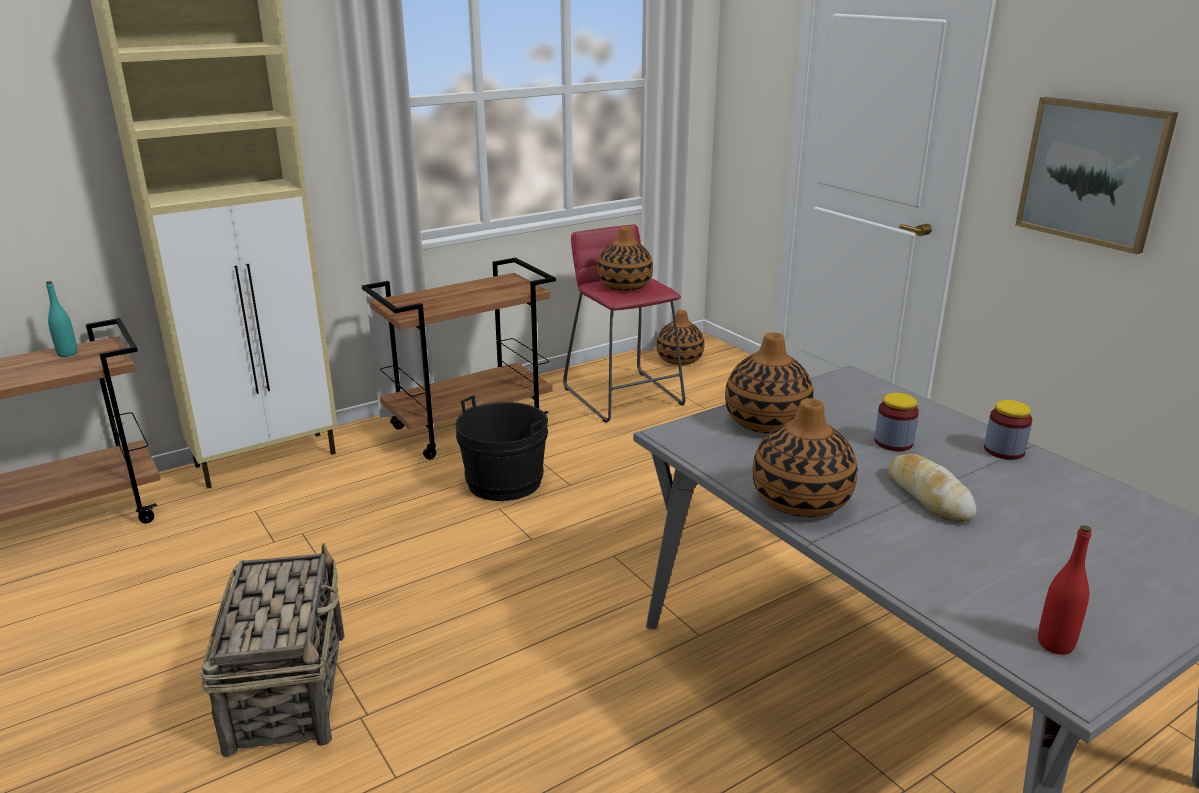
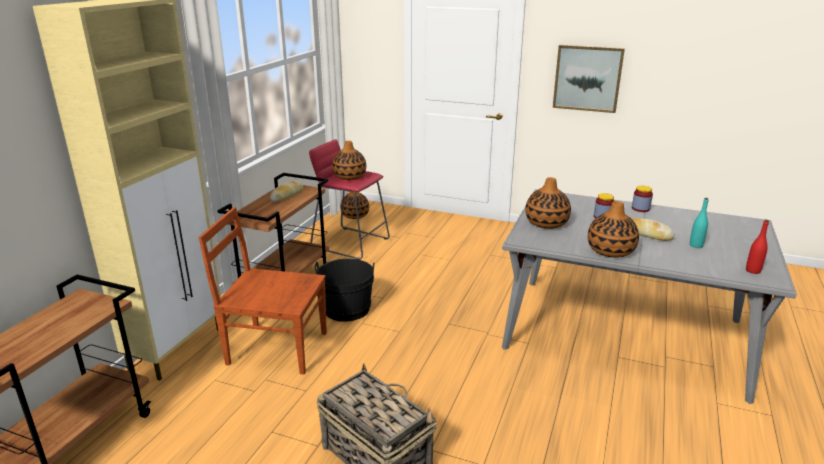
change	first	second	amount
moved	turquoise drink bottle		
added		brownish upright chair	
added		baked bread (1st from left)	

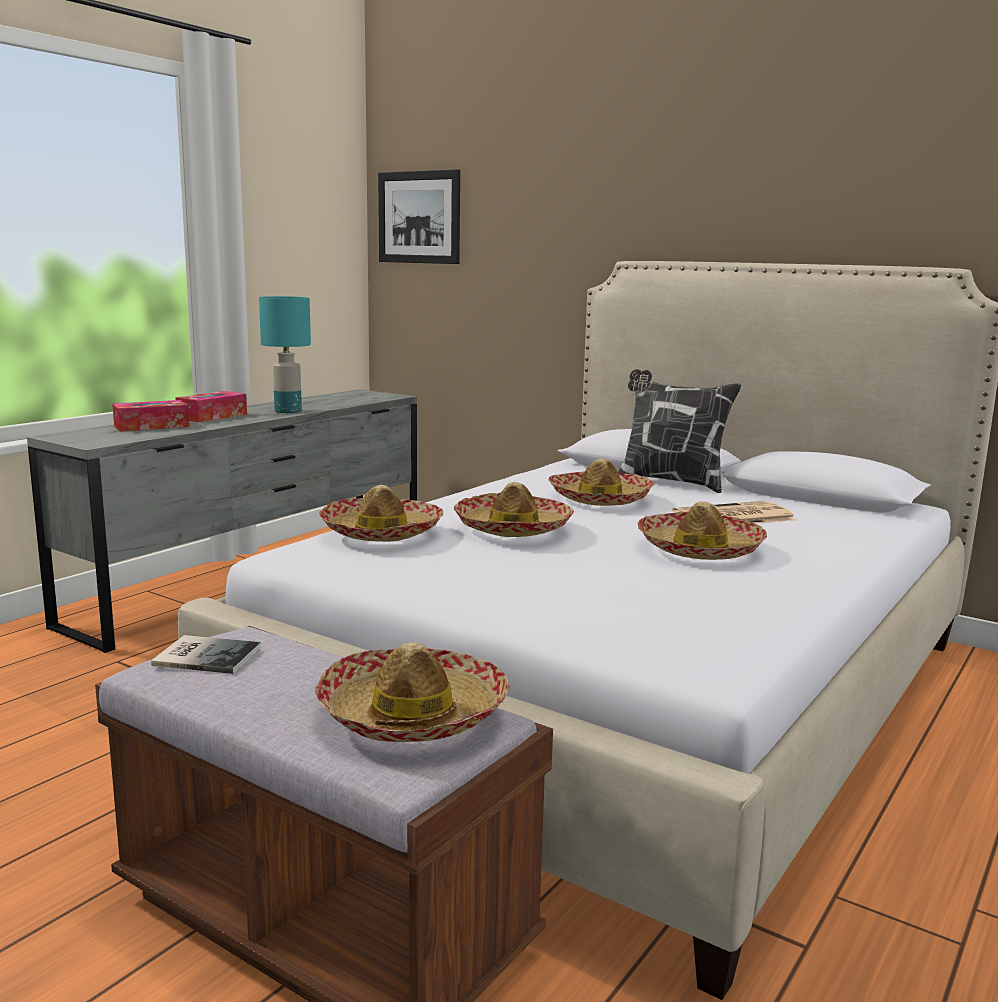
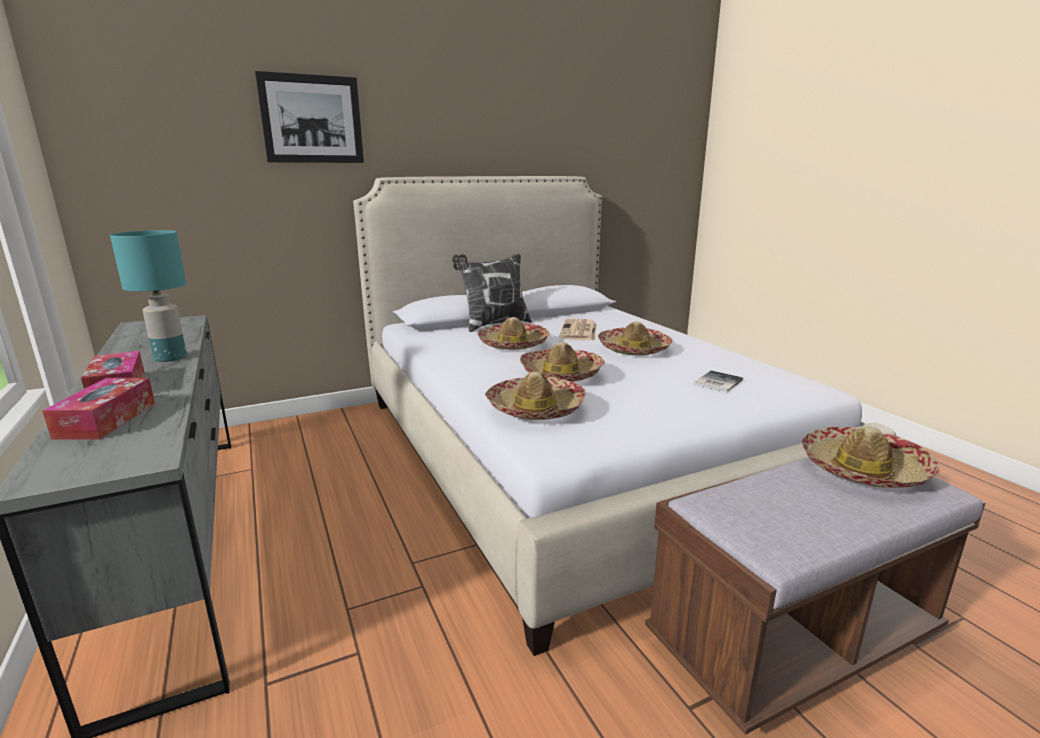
change	first	second	amount
moved	book		
moved	wall art		

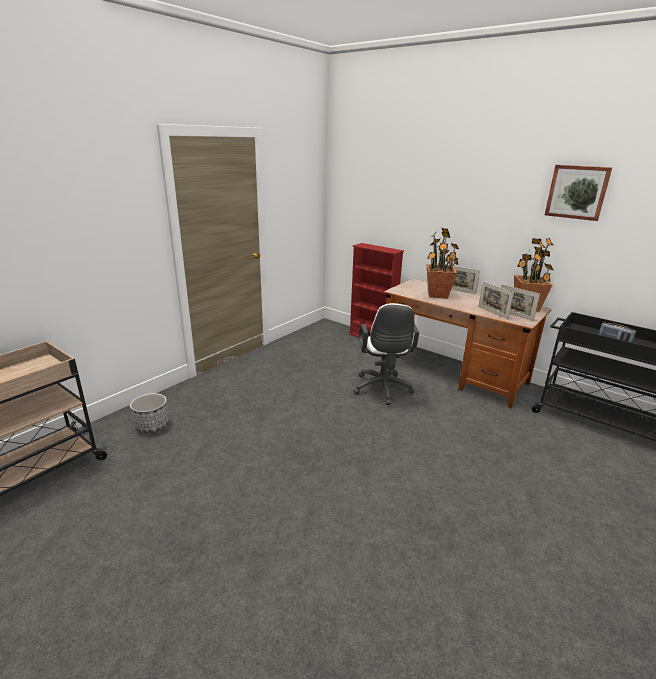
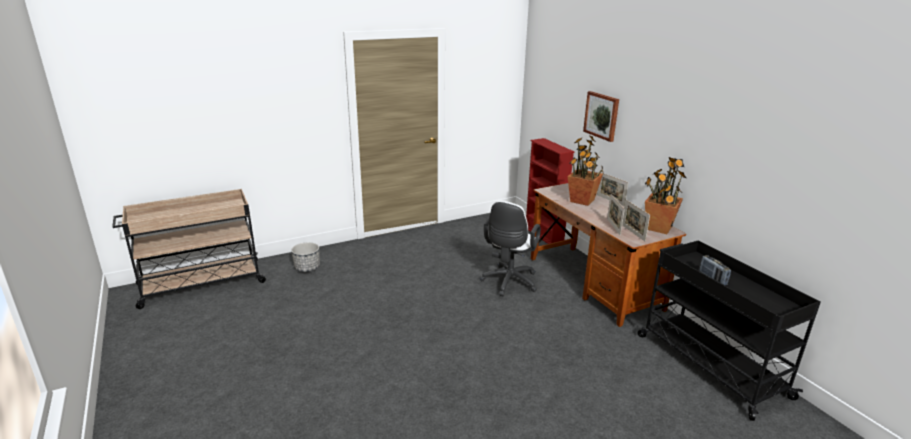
change	first	second	amount
moved	wall art		

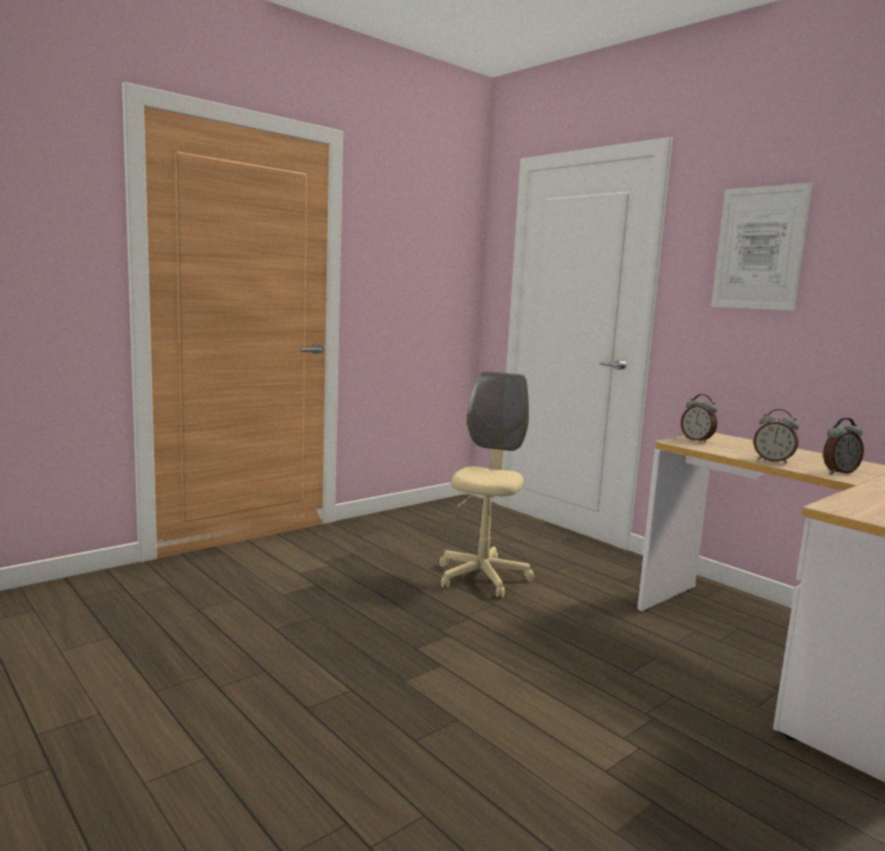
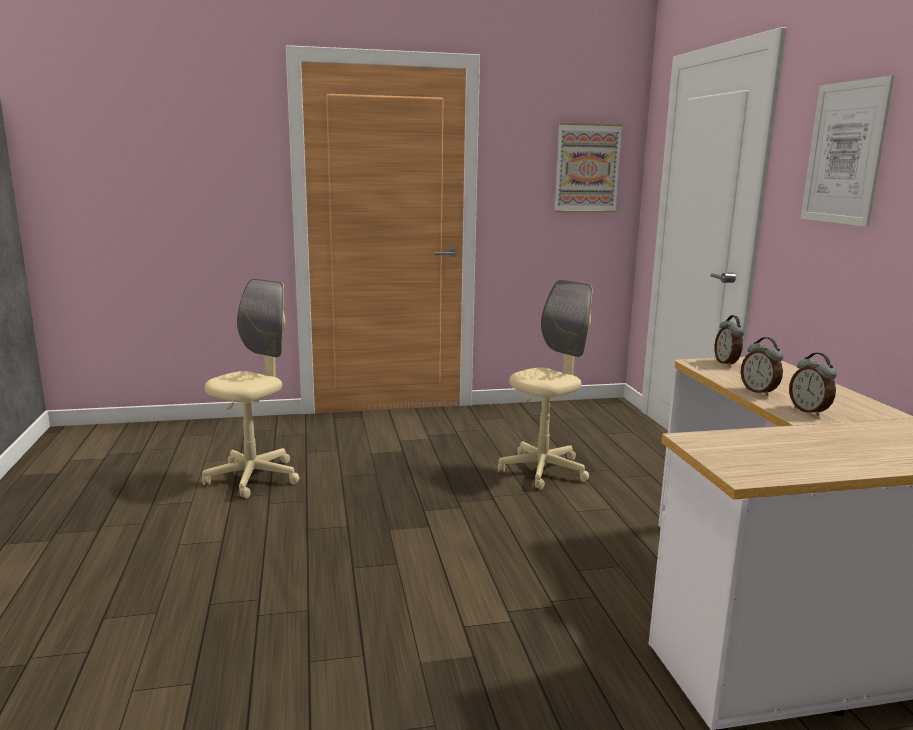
change	first	second	amount
turned	alarm clock (3rd from left)		60 degrees clockwise
added		beige-coloured office chair (1st from left)	
added		wall art (1st from left)	

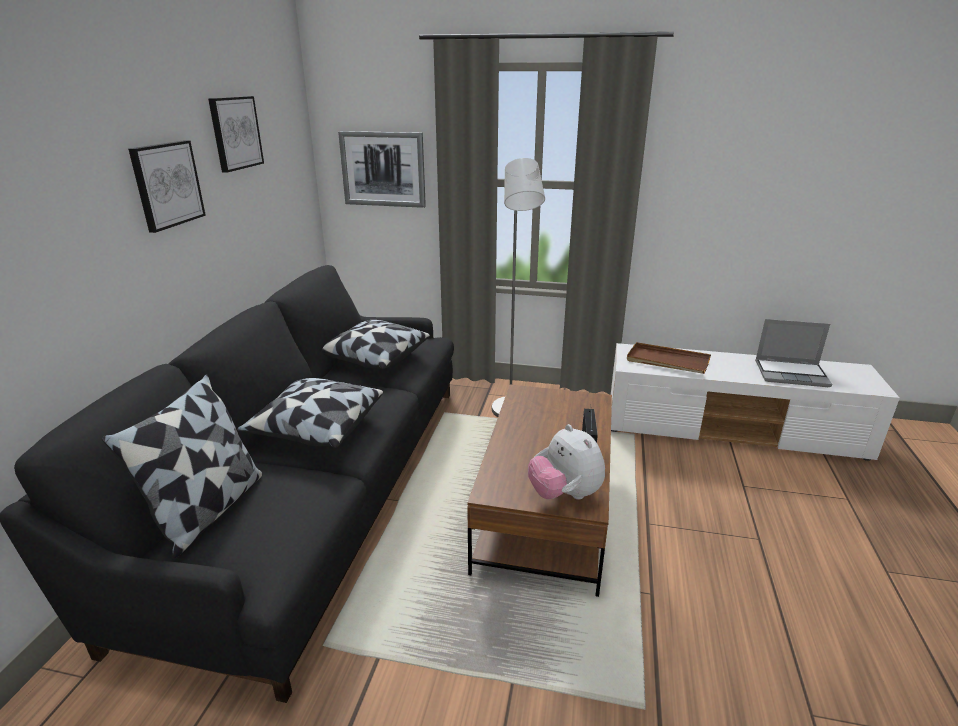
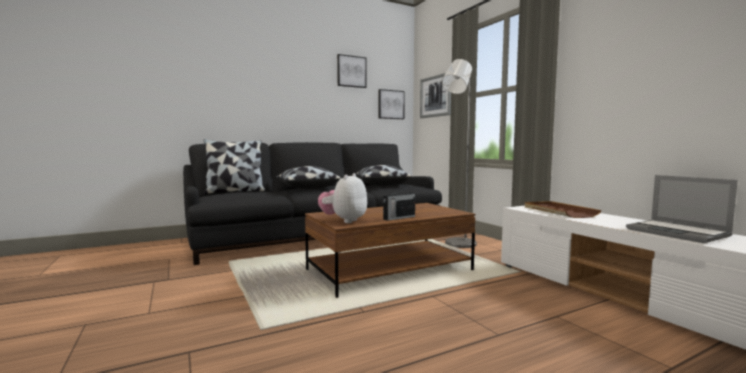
change	first	second	amount
moved	wall art (1st from left in the first image)	wall art (2nd from left)	

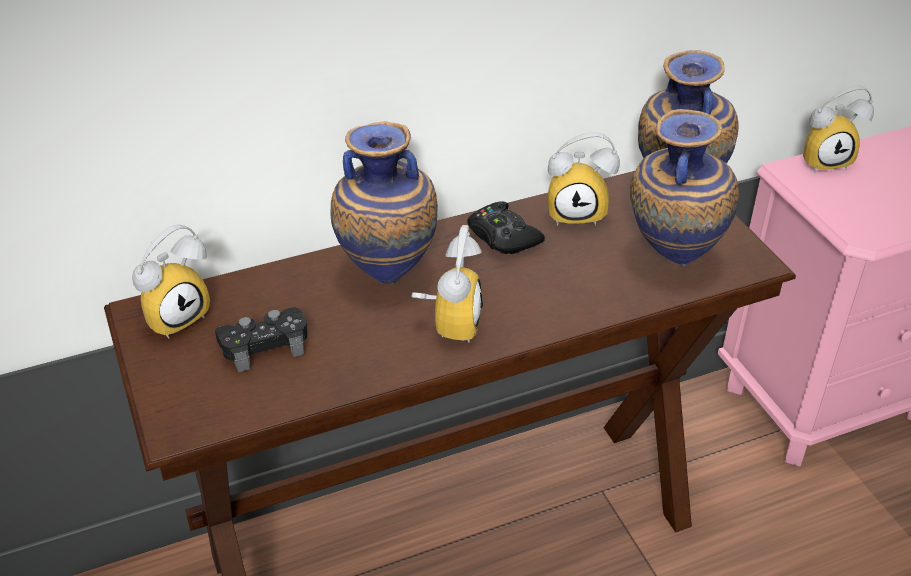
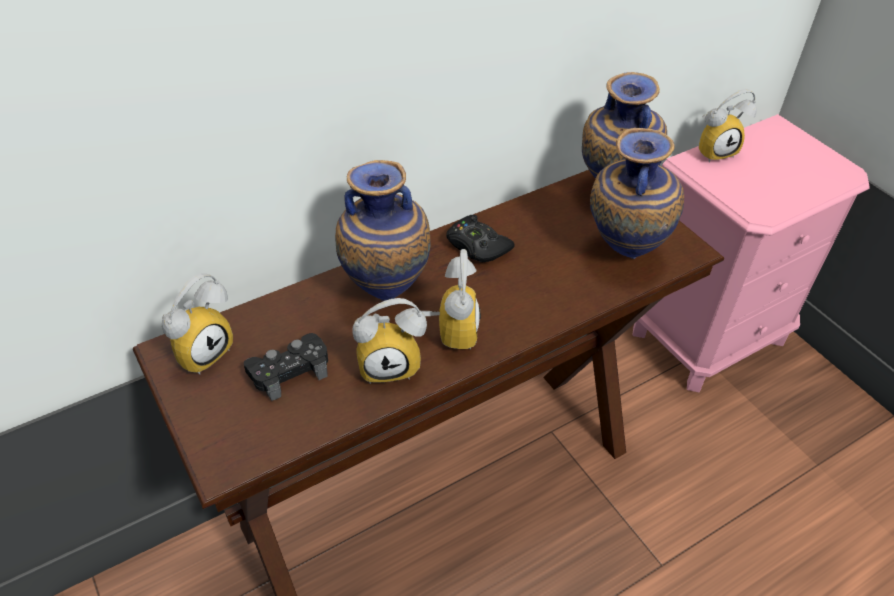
change	first	second	amount
moved	alarm clock (3rd from left in the first image)	alarm clock (2nd from left)	

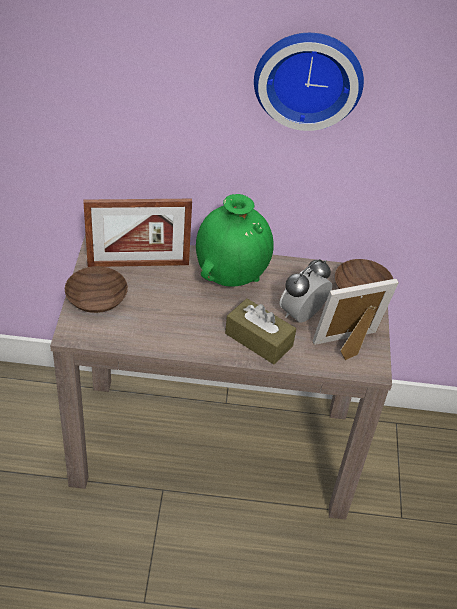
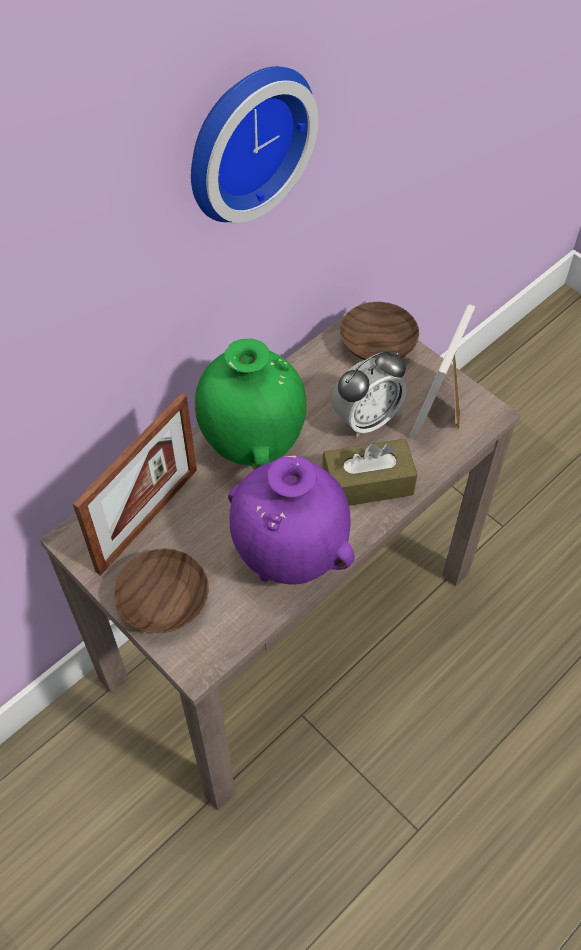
change	first	second	amount
turned	alarm clock		120 degrees counterclockwise
added		purple vase	

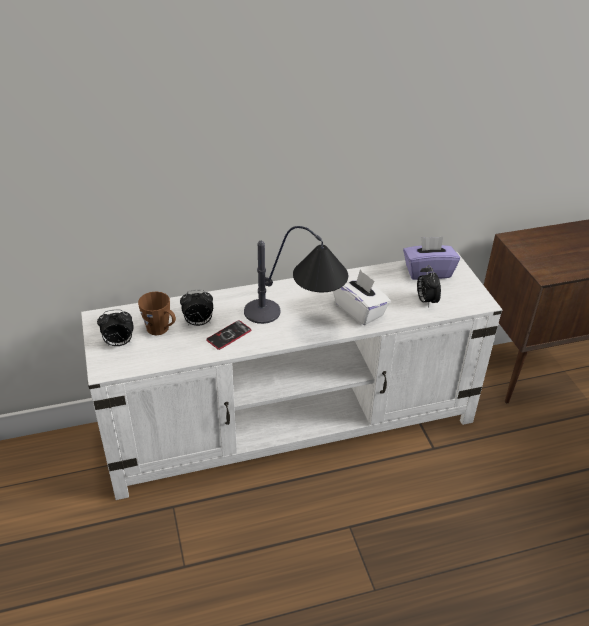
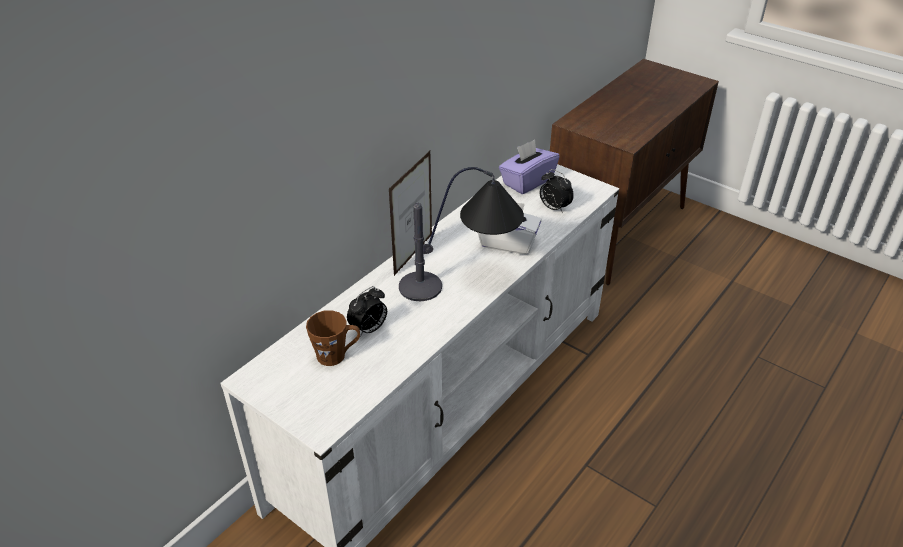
change	first	second	amount
removed	alarm clock (1st from left)		
removed	phone		
added		picture frame	

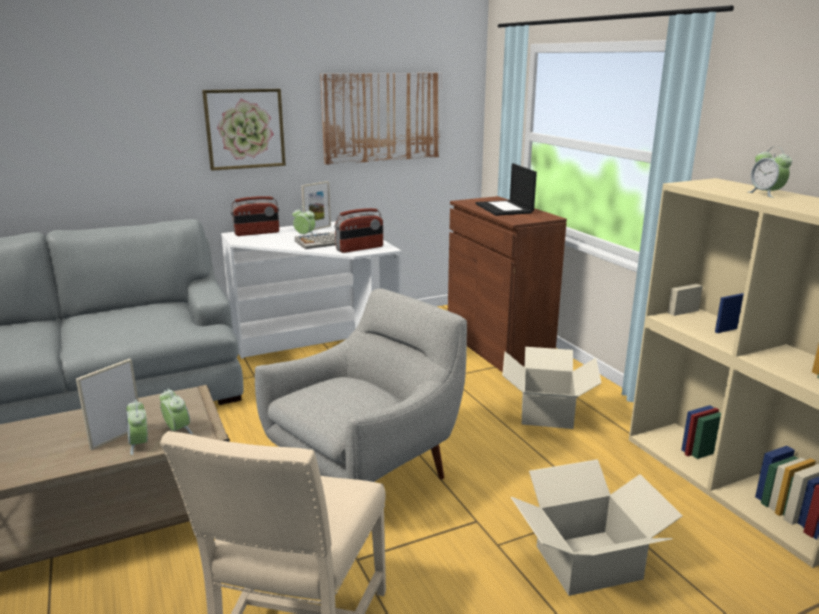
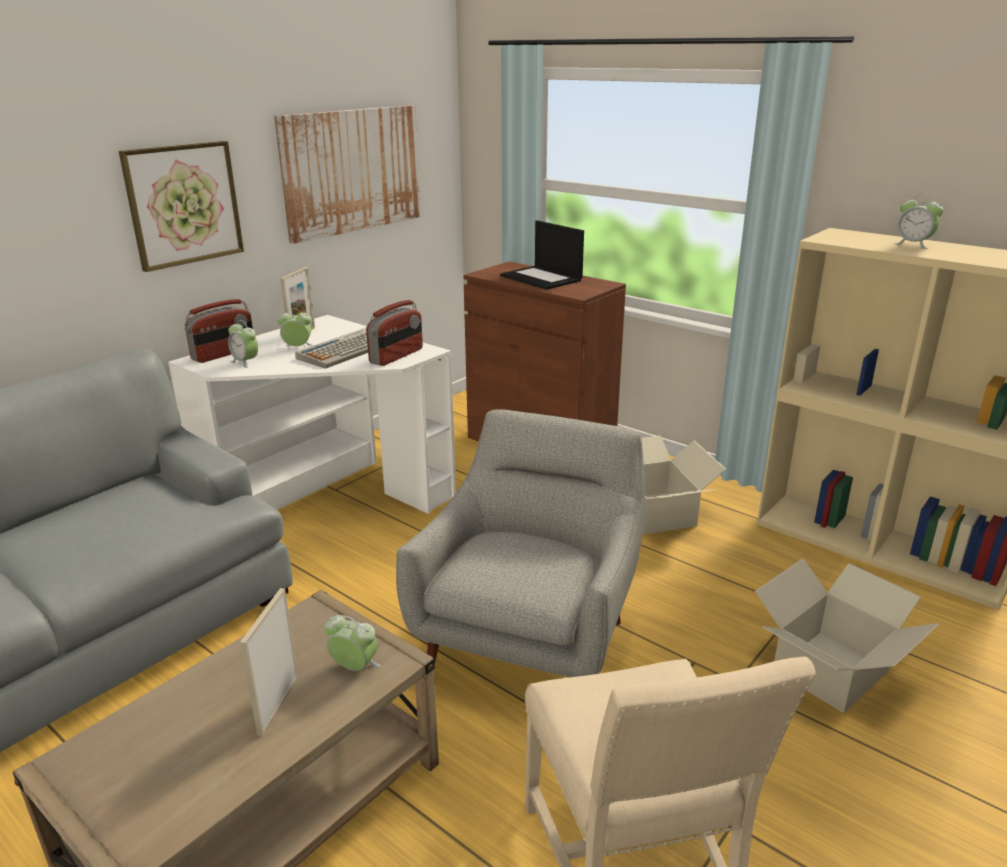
change	first	second	amount
moved	alarm clock (1st from left)		

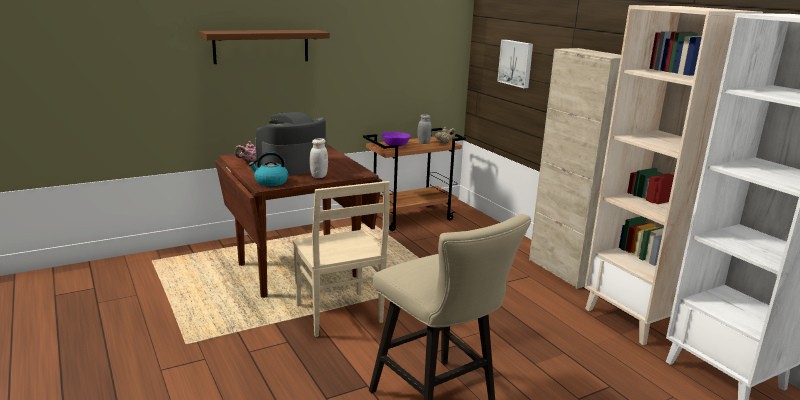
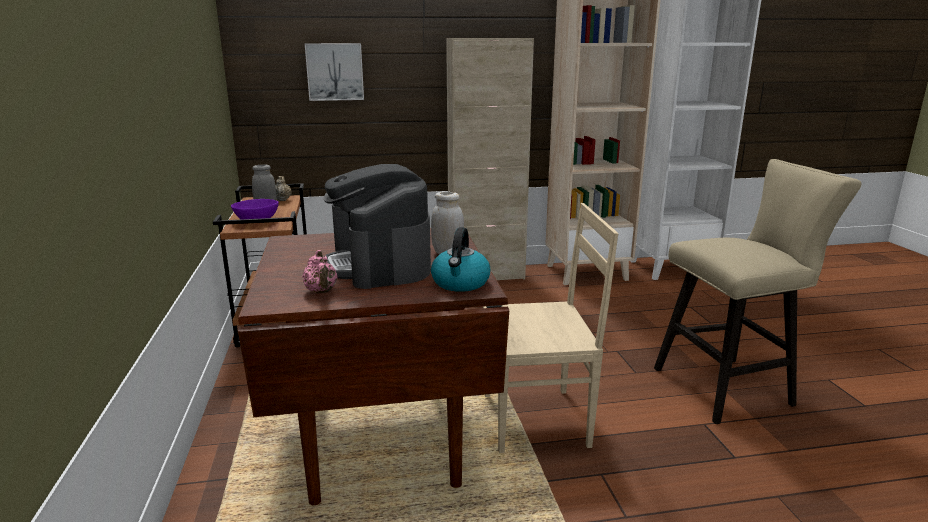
change	first	second	amount
removed	brownish bracket shelf		

